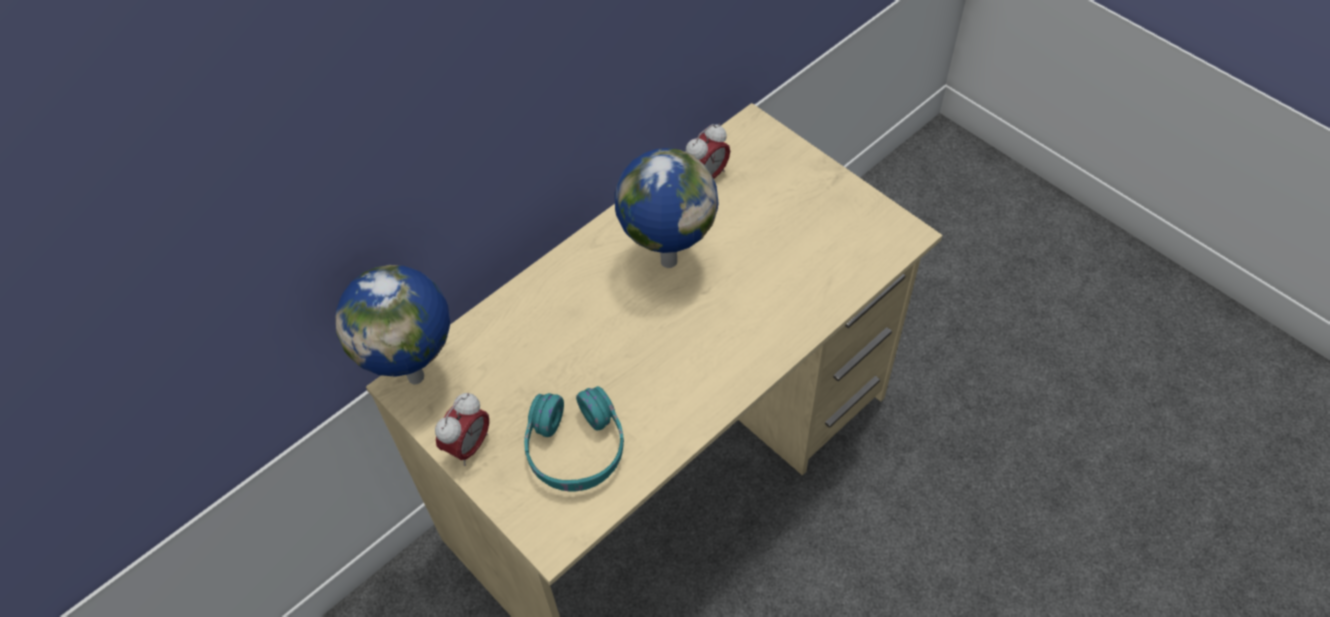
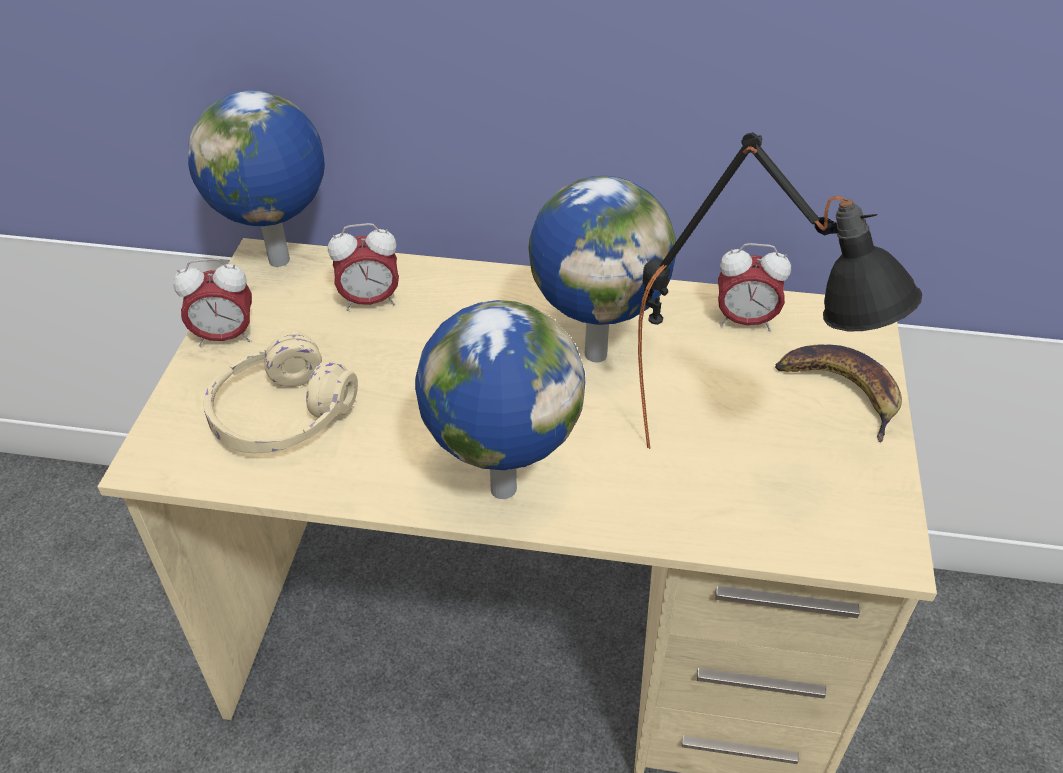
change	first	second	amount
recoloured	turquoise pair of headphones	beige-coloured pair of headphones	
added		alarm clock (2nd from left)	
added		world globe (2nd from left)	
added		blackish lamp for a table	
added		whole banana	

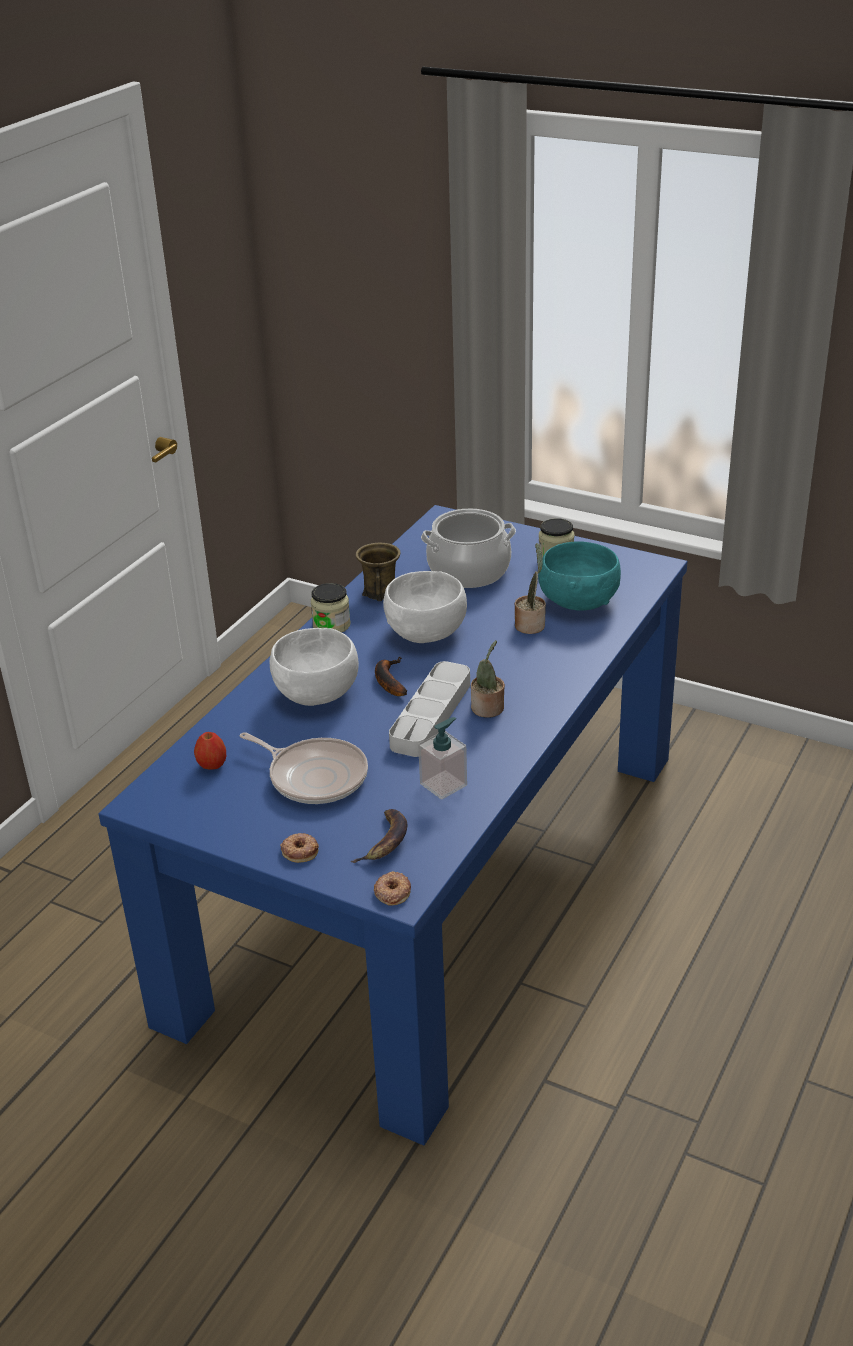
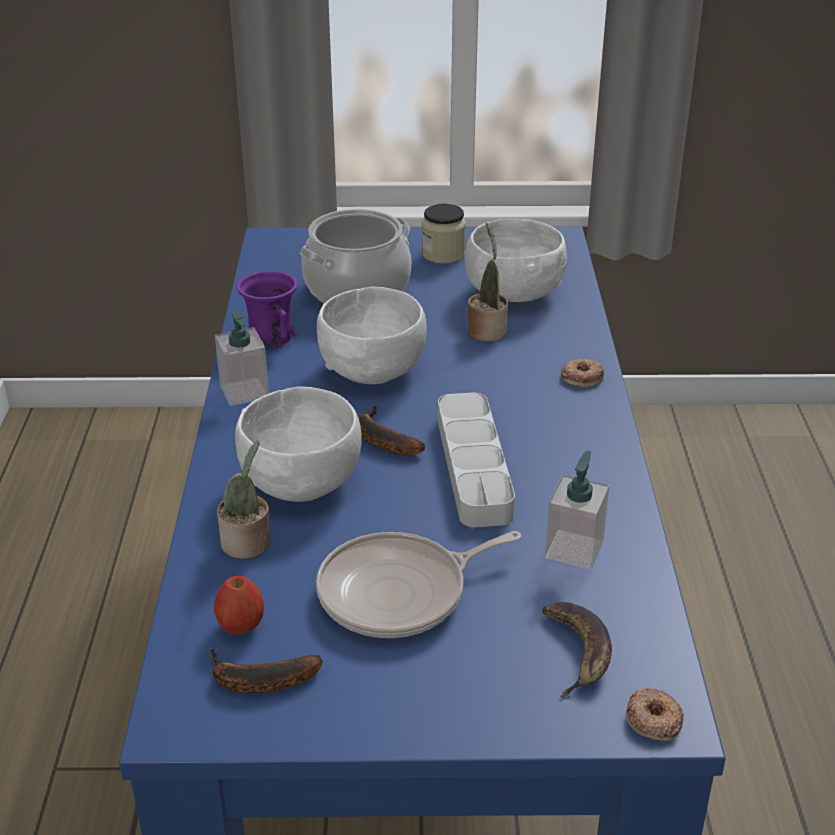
change	first	second	amount
turned	pan		150 degrees clockwise
moved	doughnut (1st from left)		
replaced	jar (1st from left)	soap bottle (1st from left)	
recoloured	brownish tea mug	purple tea mug	
moved	plant in a pot (1st from left)		
recoloured	turquoise deep dish	white deep dish (3rd from left)	
added		whole banana (1st from left)	

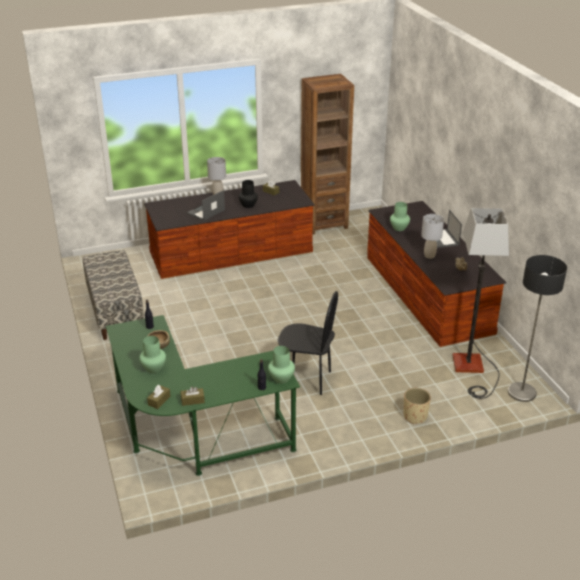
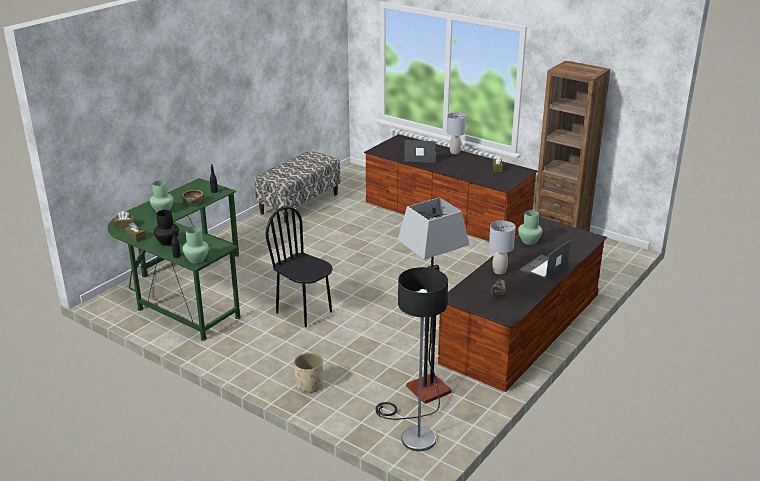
change	first	second	amount
moved	blackish vase		
turned	blackish upright chair		150 degrees clockwise

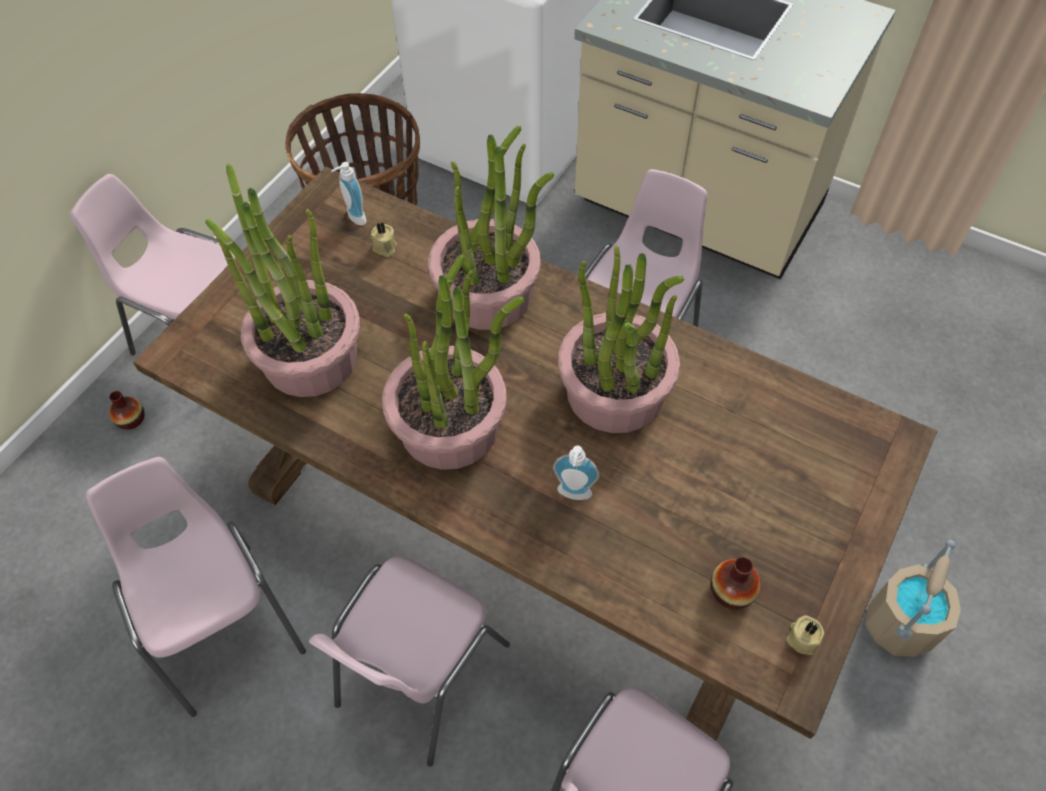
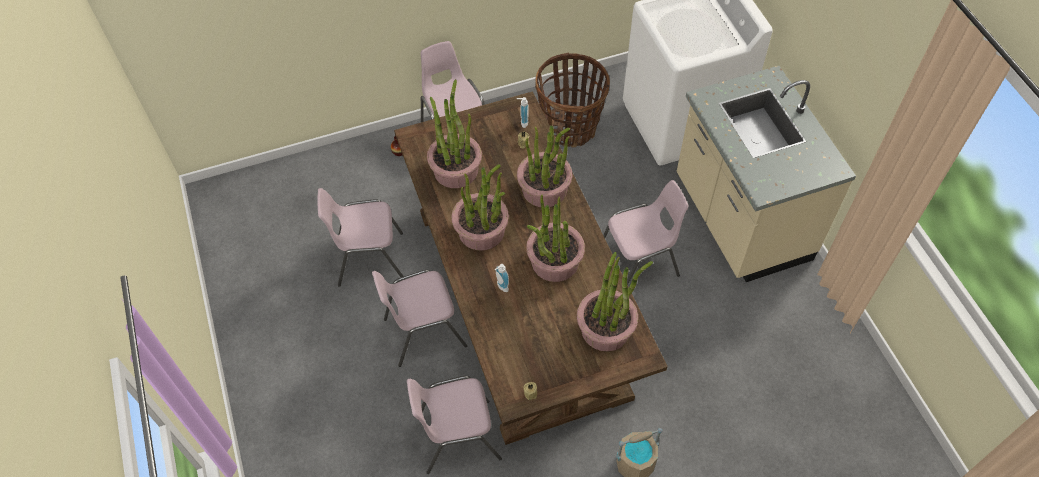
change	first	second	amount
turned	pink upright chair (2nd from left in the first image)	pink upright chair (1st from left)	105 degrees counterclockwise
removed	vase (2nd from left)		
added		plant in a pot (5th from left)	

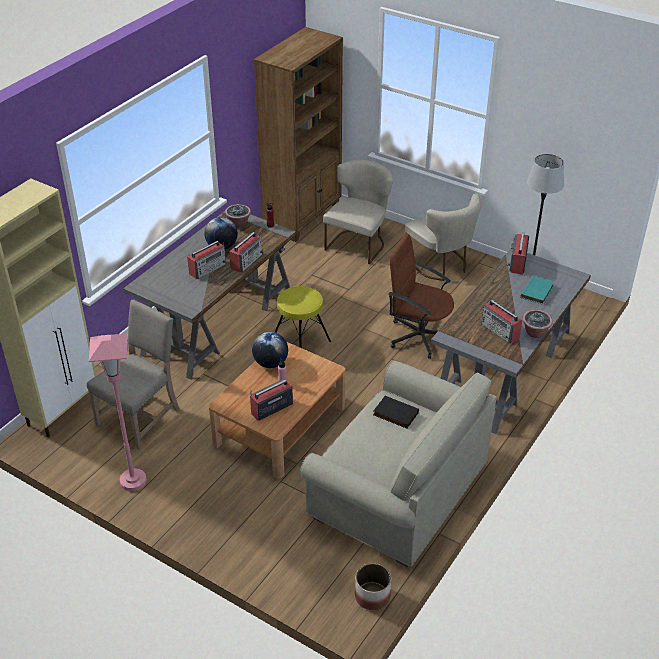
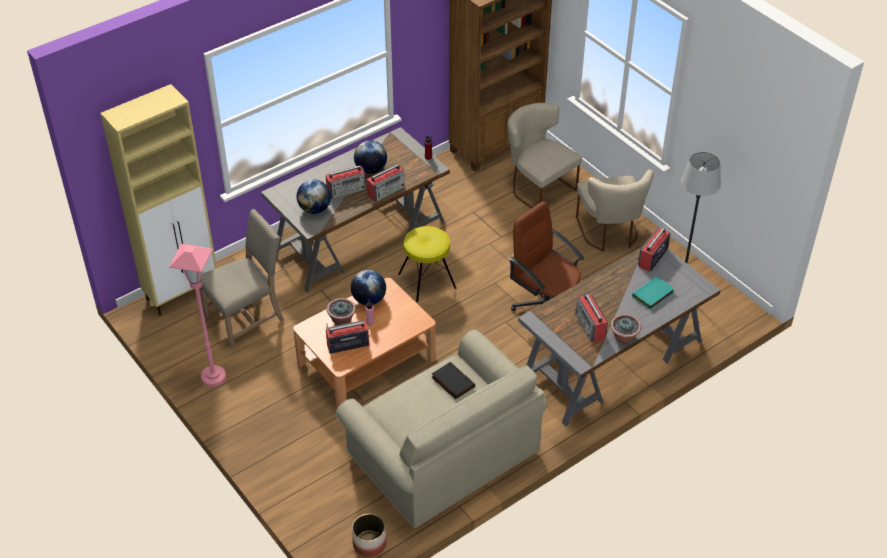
change	first	second	amount
moved	plant in a pot (1st from left)		
turned	beige-coloured upright chair (2nd from left)		90 degrees counterclockwise
added		world globe (1st from left)	

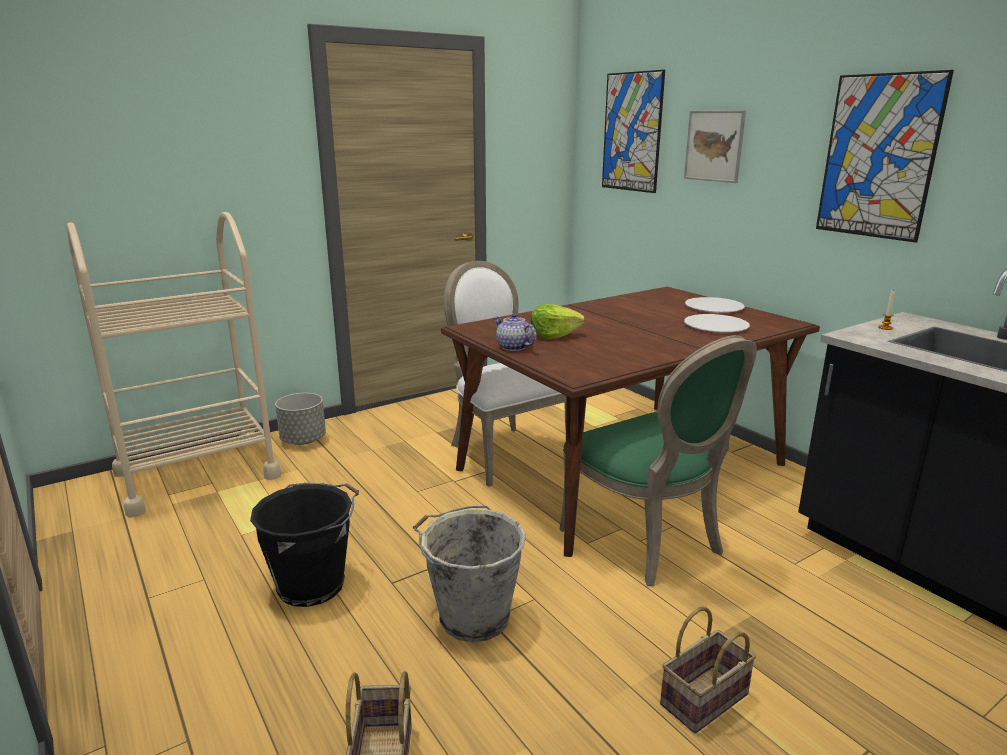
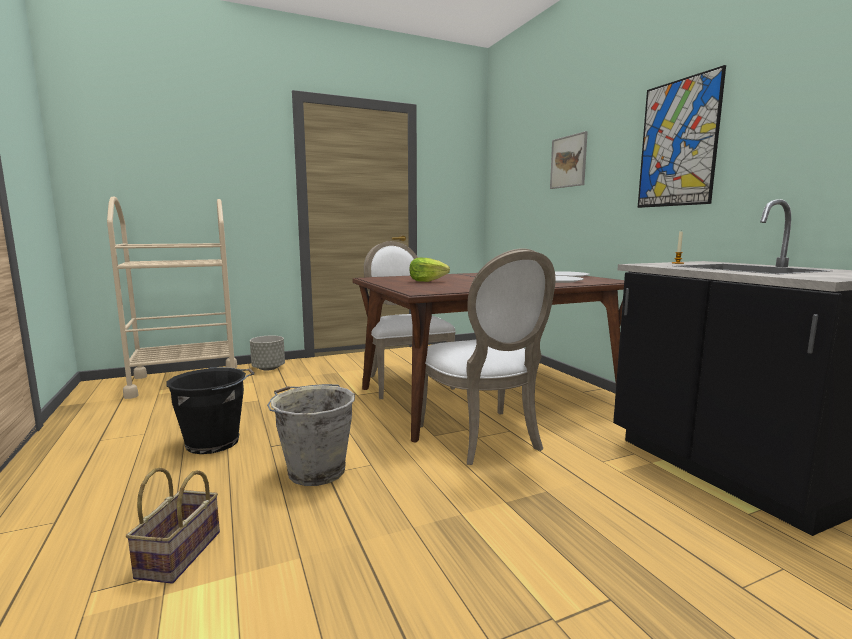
change	first	second	amount
removed	tea pot		
recoloured	greenish upright chair	white upright chair (2nd from left)	
removed	wall art (1st from left)		
removed	storage basket (2nd from left)		

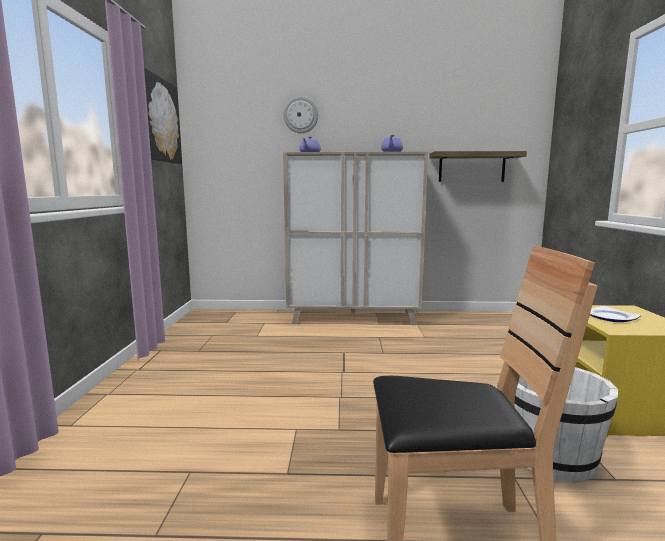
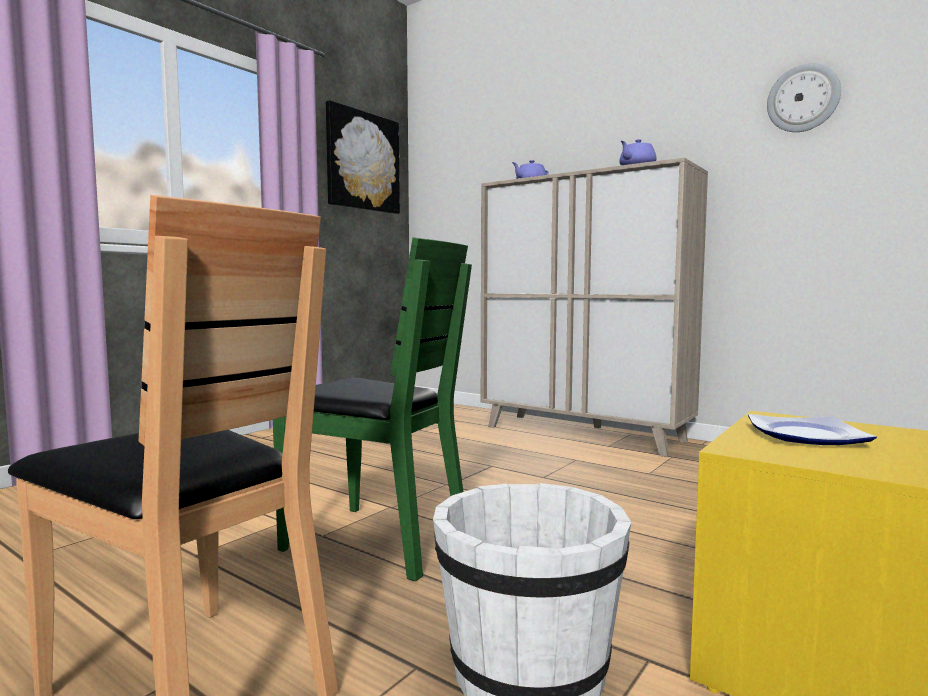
change	first	second	amount
moved	clock on the wall		
removed	bracket shelf		
added		greenish upright chair	

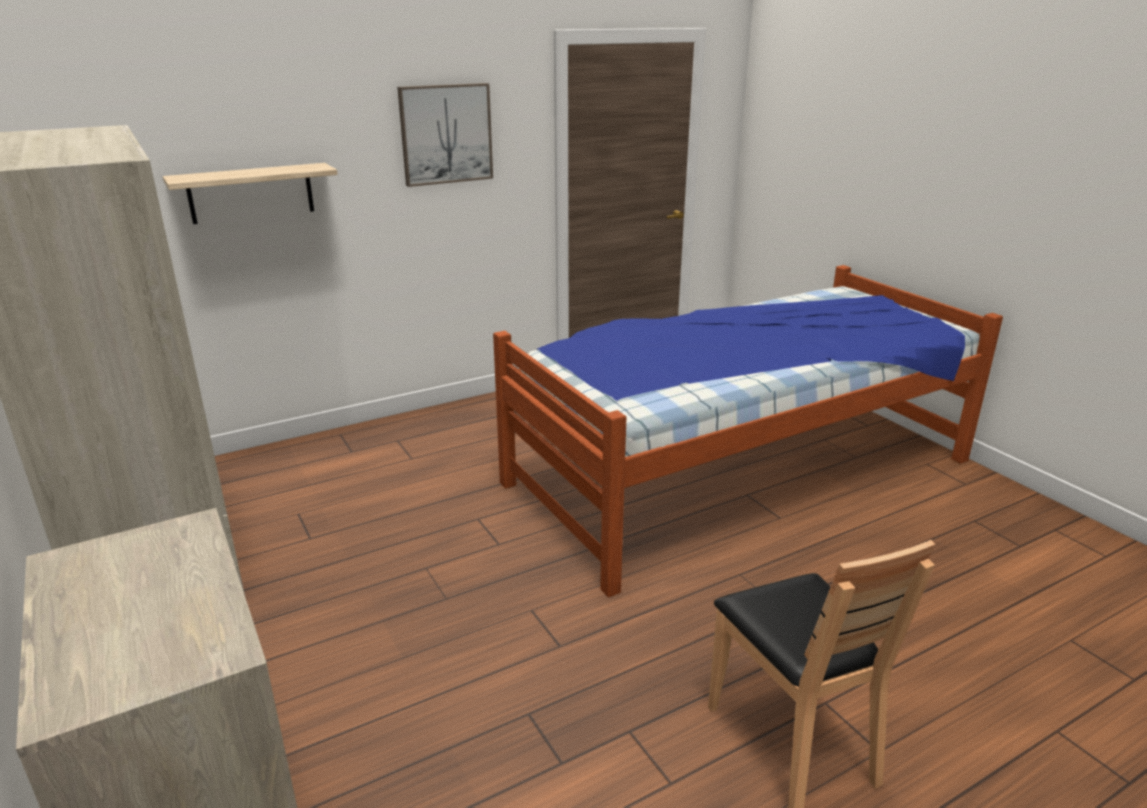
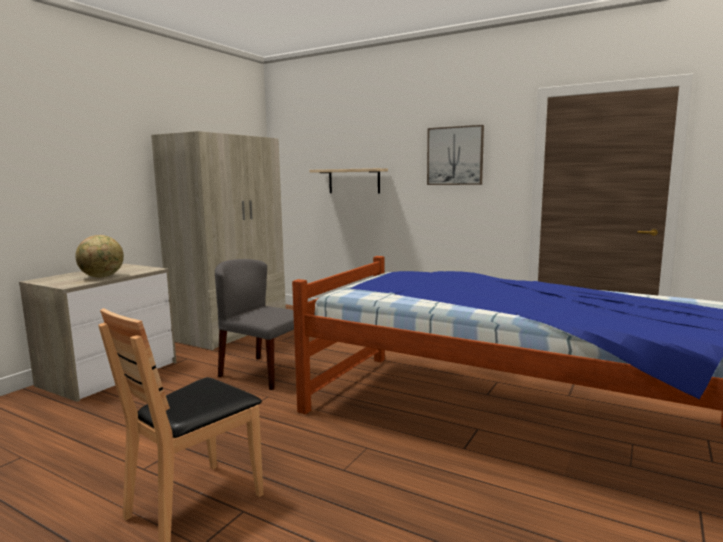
change	first	second	amount
added		world globe	
added		grey upright chair	

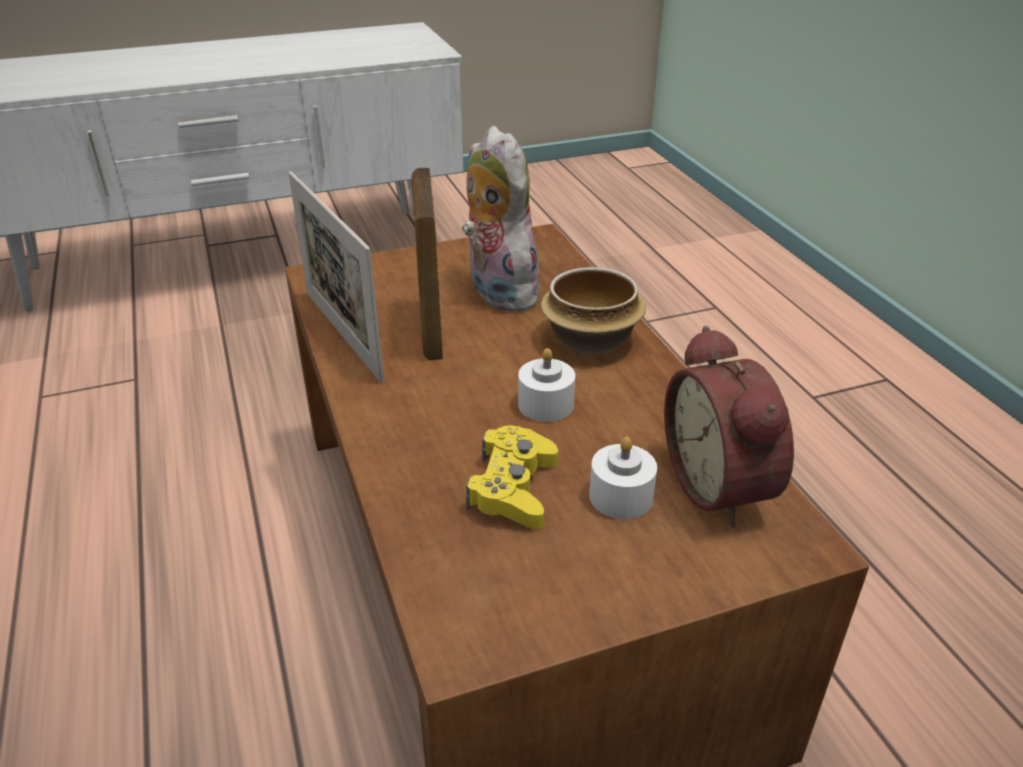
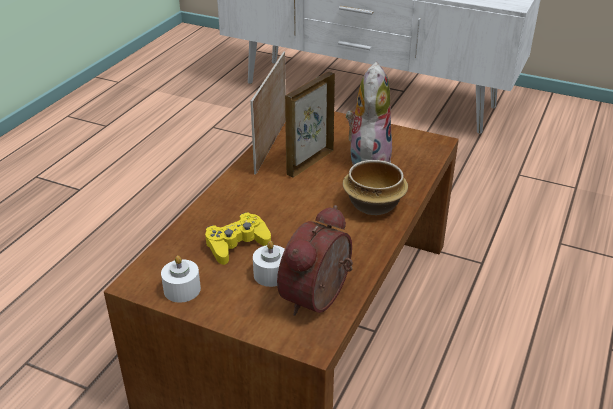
change	first	second	amount
moved	white wax candle (1st from left)		

